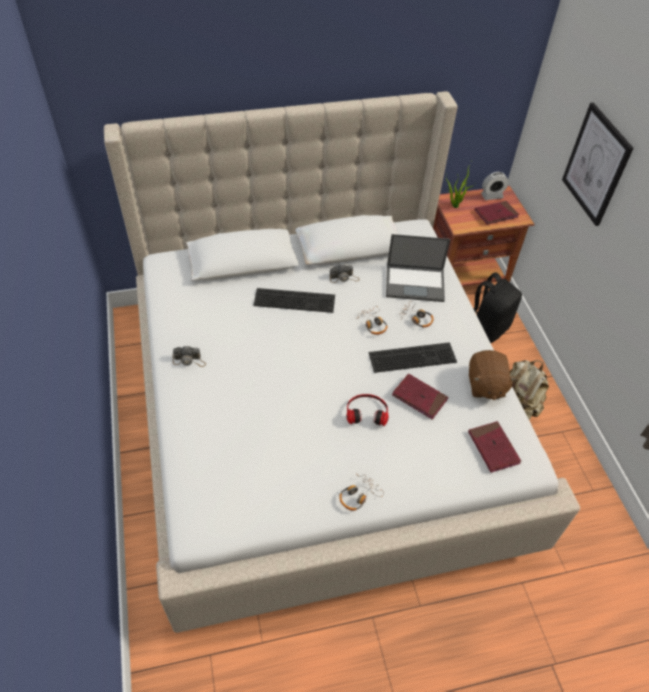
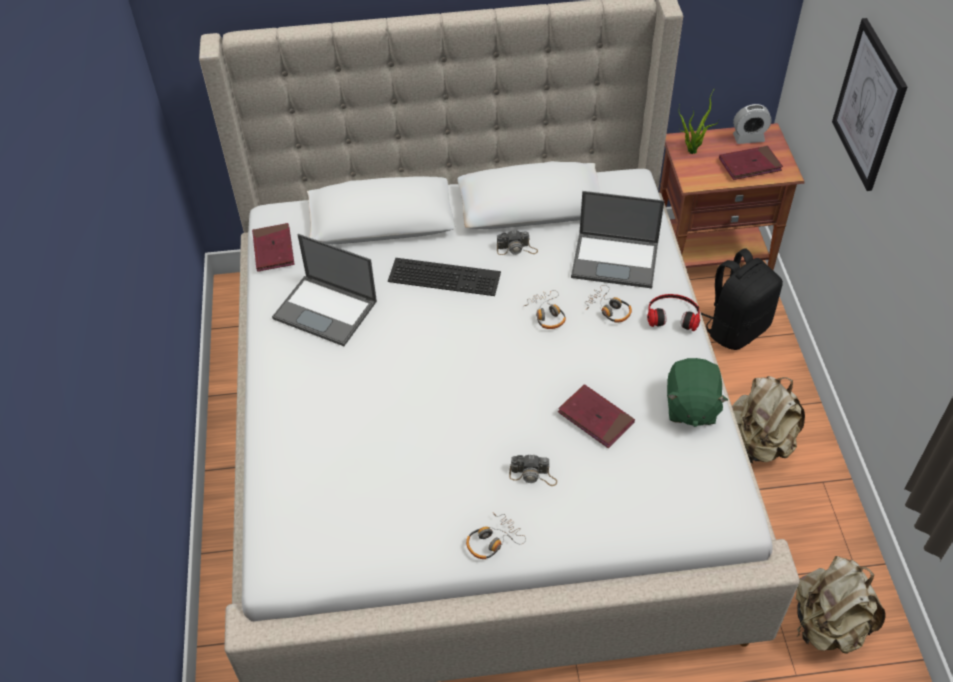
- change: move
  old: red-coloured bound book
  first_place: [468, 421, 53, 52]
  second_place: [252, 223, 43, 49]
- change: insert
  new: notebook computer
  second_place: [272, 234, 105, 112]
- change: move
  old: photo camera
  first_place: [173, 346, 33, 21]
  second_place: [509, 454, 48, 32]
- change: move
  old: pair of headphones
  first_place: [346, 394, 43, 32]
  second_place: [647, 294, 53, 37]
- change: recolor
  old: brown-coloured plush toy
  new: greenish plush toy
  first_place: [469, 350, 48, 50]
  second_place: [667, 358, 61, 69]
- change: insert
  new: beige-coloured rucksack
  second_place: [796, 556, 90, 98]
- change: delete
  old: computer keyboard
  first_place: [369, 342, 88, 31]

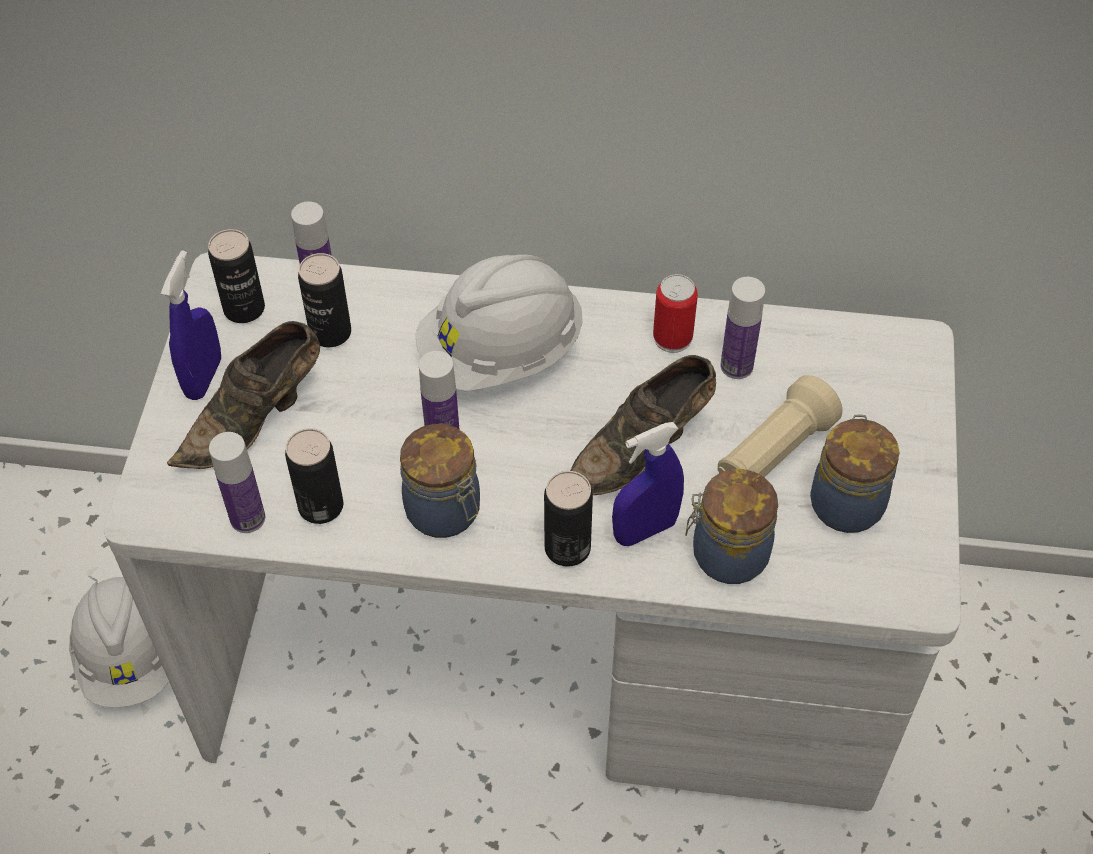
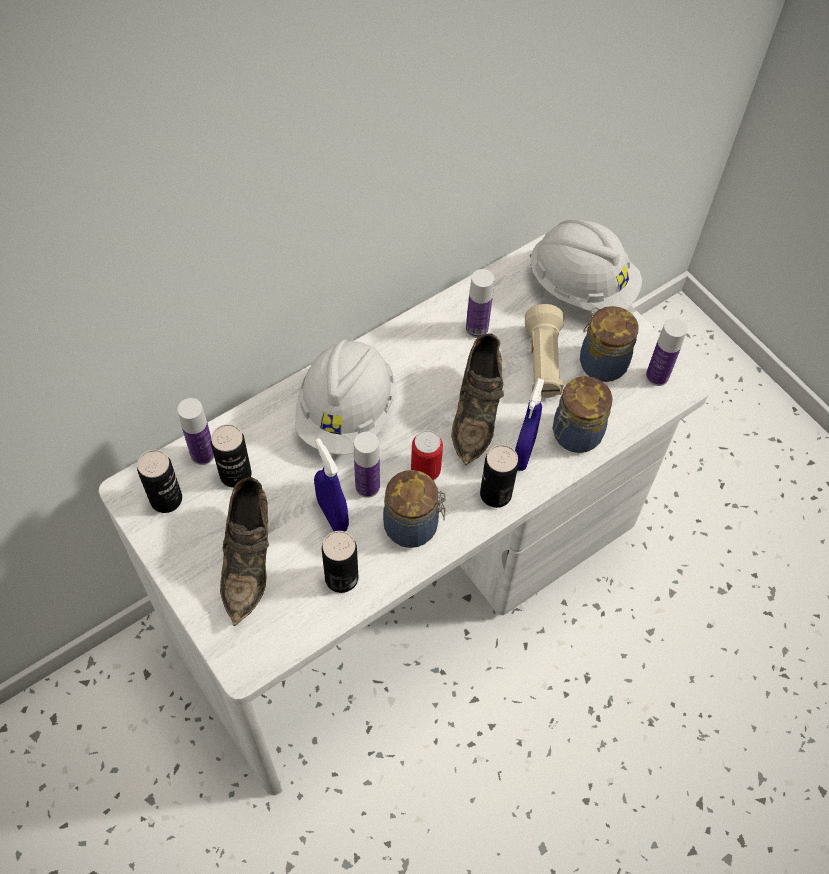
- change: move
  old: blue-coloured hand sprayer
  first_place: [161, 250, 60, 150]
  second_place: [314, 438, 35, 93]
- change: move
  old: sealed can
  first_place: [653, 274, 45, 79]
  second_place: [411, 430, 32, 51]
- change: move
  old: white-coloured work helmet
  first_place: [69, 577, 100, 131]
  second_place: [530, 219, 112, 93]
- change: move
  old: drink bottle
  first_place: [209, 432, 56, 101]
  second_place: [646, 318, 41, 68]

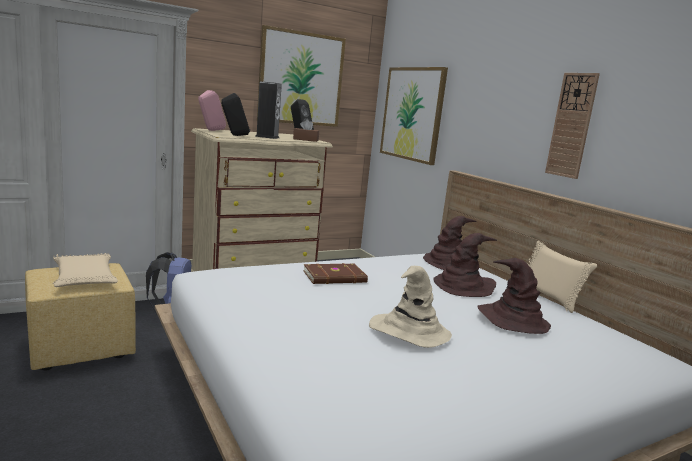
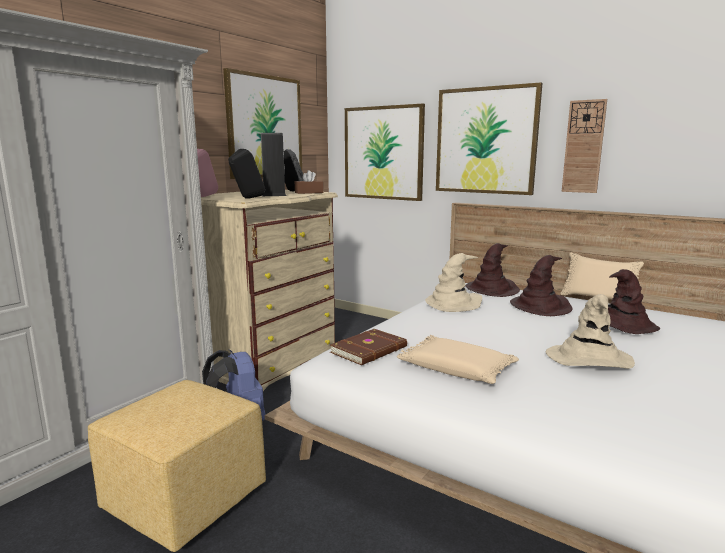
- change: move
  old: brown-coloured bound book
  first_place: [303, 263, 65, 21]
  second_place: [330, 329, 77, 36]
- change: move
  old: beige-coloured pillow
  first_place: [53, 253, 65, 34]
  second_place: [397, 335, 122, 49]
- change: insert
  new: beige-coloured clothing hat
  second_place: [425, 253, 57, 59]
- change: insert
  new: picture
  second_place: [436, 82, 107, 113]

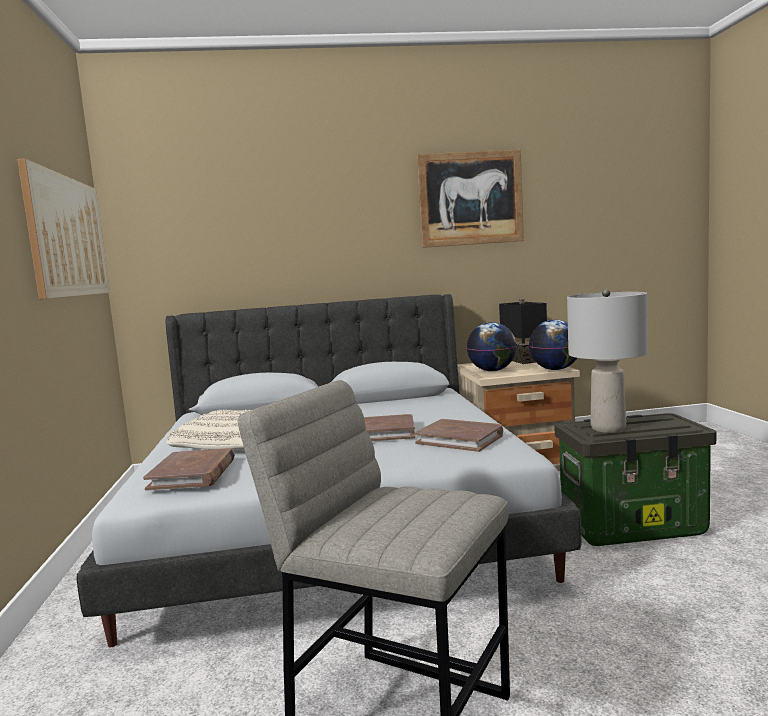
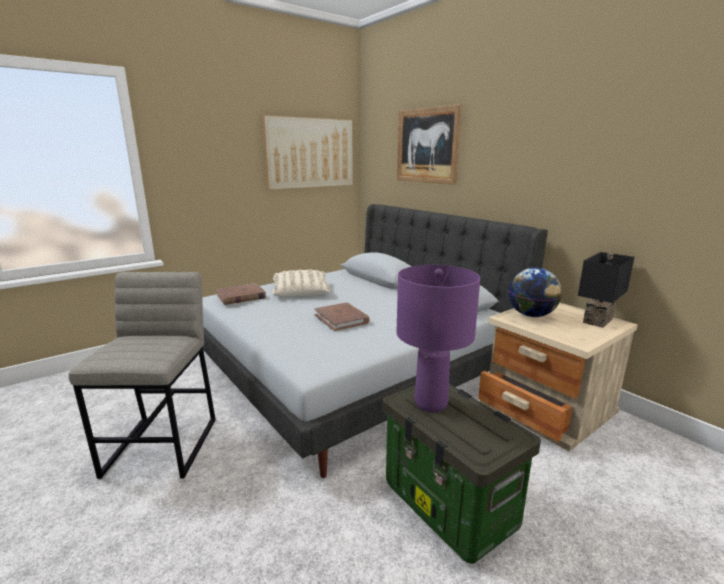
- change: recolor
  old: gray tabletop lamp
  new: purplish tabletop lamp
  first_place: [567, 289, 81, 144]
  second_place: [396, 265, 84, 148]
- change: move
  old: picture
  first_place: [416, 149, 108, 99]
  second_place: [397, 104, 65, 81]
- change: delete
  old: brown-coloured bound book
  first_place: [415, 419, 88, 33]
- change: delete
  old: desk globe
  first_place: [529, 320, 48, 50]

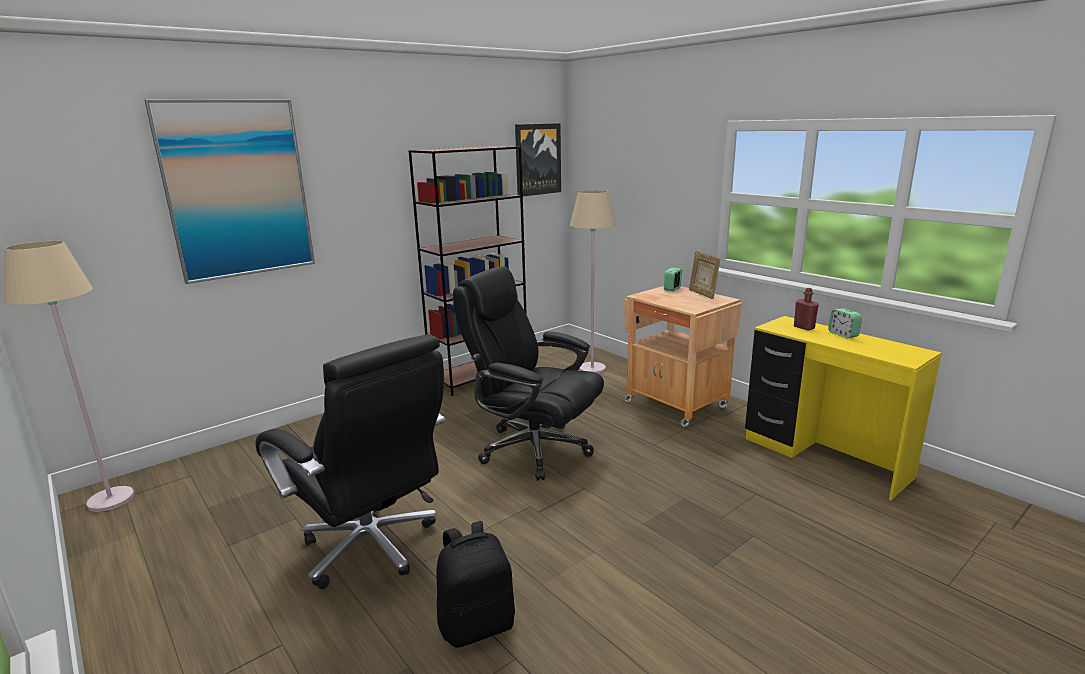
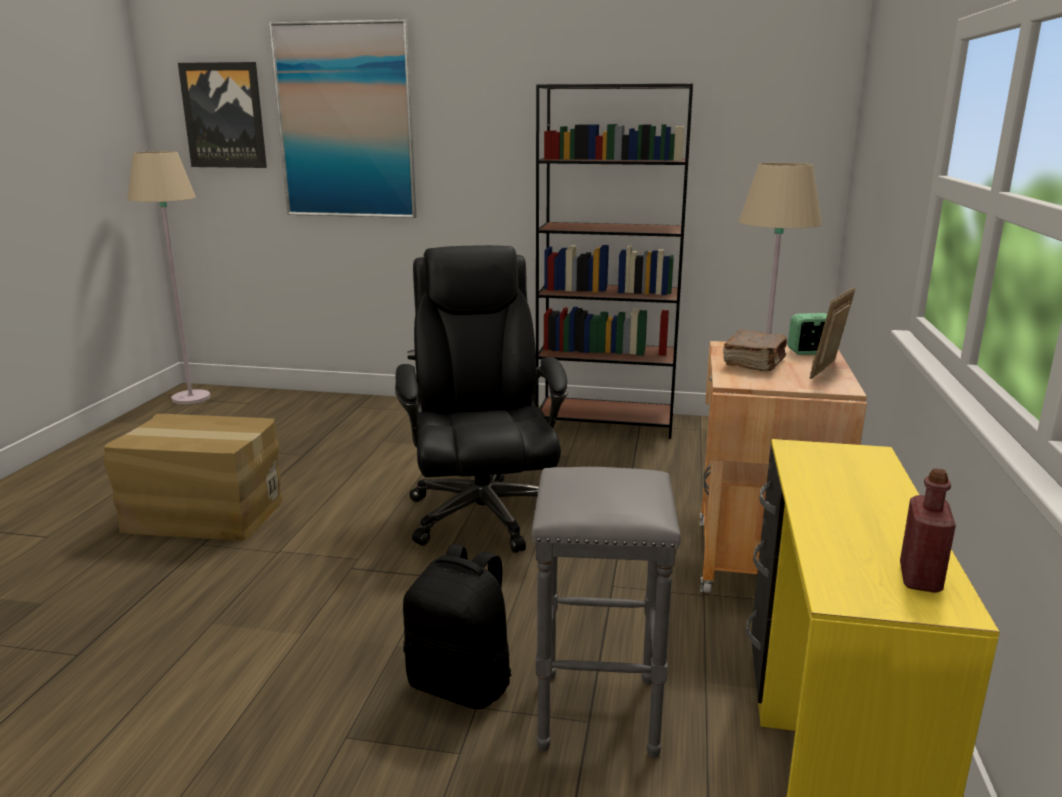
- change: replace
  old: black-coloured office chair
  new: packing box
  first_place: [255, 335, 191, 254]
  second_place: [103, 414, 180, 126]
- change: move
  old: picture
  first_place: [515, 123, 46, 73]
  second_place: [178, 62, 89, 106]
- change: move
  old: black-coloured rucksack
  first_place: [436, 521, 79, 127]
  second_place: [403, 544, 108, 165]
- change: insert
  new: gray stool seat
  second_place: [531, 467, 150, 291]
- change: insert
  new: brown-coloured bound book
  second_place: [723, 330, 64, 41]
- change: move
  old: red-coloured drink bottle
  first_place: [794, 288, 25, 42]
  second_place: [900, 468, 56, 125]
- change: delete
  old: alarm clock
  first_place: [829, 308, 33, 30]

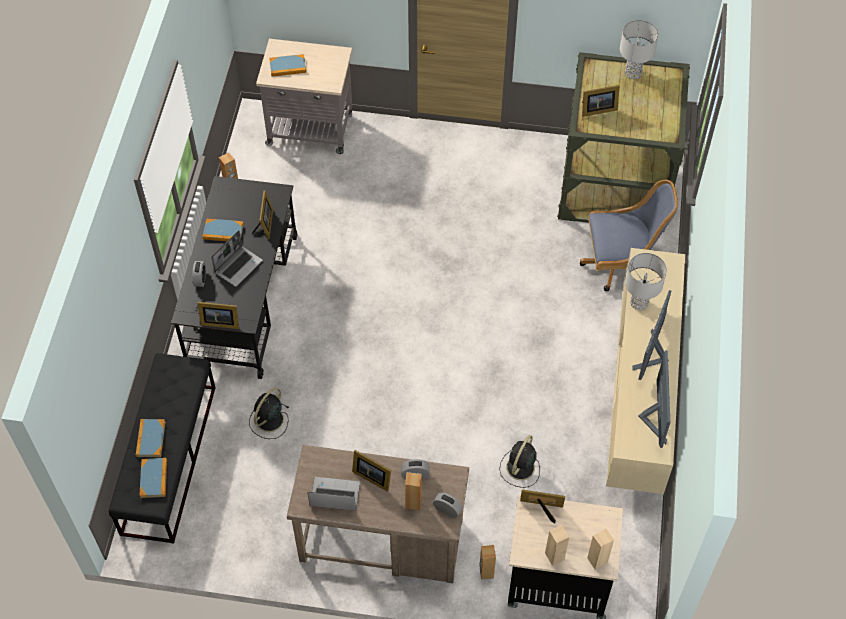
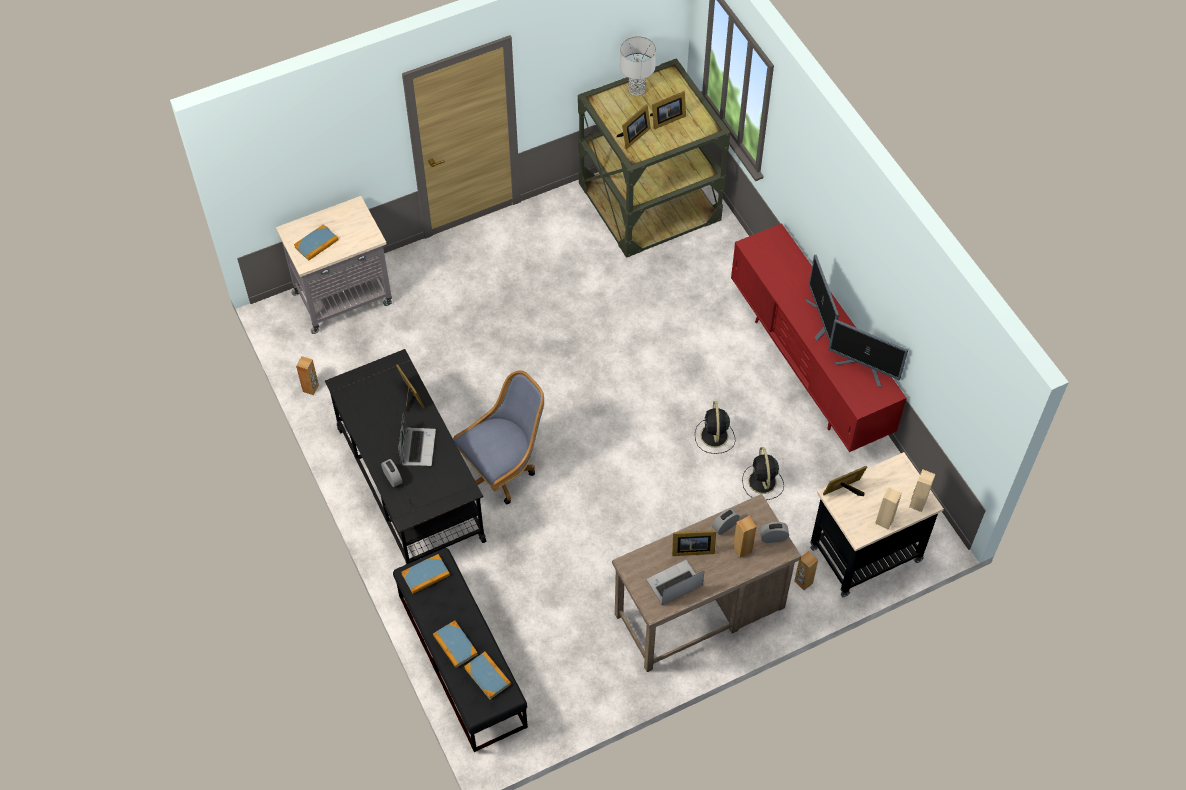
- change: move
  old: bound book
  first_place: [203, 219, 41, 22]
  second_place: [401, 554, 49, 40]
- change: move
  old: blue-coloured office chair
  first_place: [580, 180, 98, 111]
  second_place: [453, 370, 91, 134]
- change: move
  old: picture frame
  first_place: [198, 302, 41, 27]
  second_place: [650, 91, 36, 38]
- change: move
  old: black-coloured electric fan
  first_place: [249, 388, 40, 51]
  second_place: [695, 401, 40, 53]
- change: recolor
  old: beige-coloured storage cabinet
  new: red-coloured storage cabinet
  first_place: [606, 248, 79, 246]
  second_place: [731, 223, 176, 229]
- change: rotate
  old: monitor
  first_place: [638, 351, 32, 97]
  second_place: [828, 319, 80, 68]
  degrees: 150
- change: delete
  old: white-coloured tabletop lamp
  first_place: [625, 253, 42, 57]

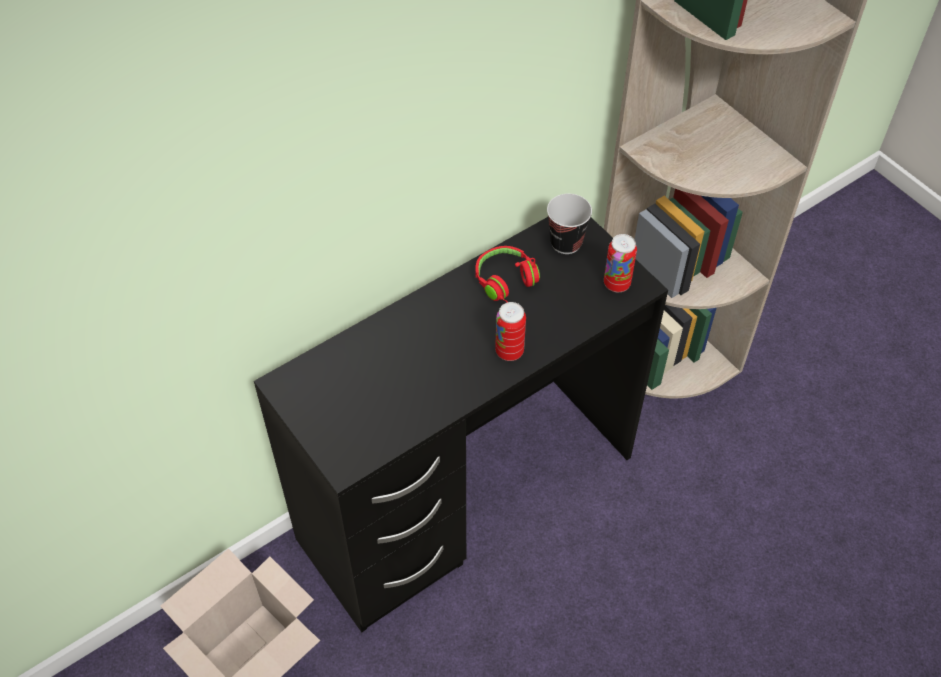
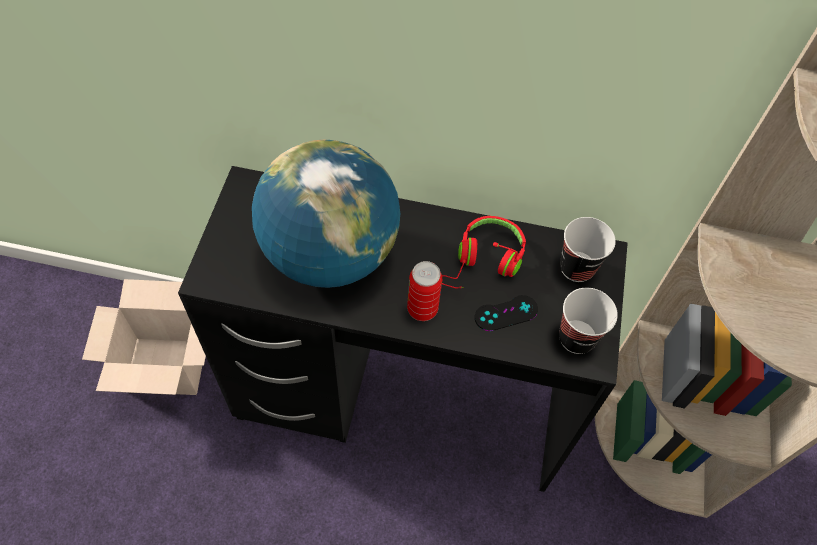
- change: insert
  new: desk globe
  second_place: [252, 139, 148, 149]
- change: insert
  new: black-coloured gamepad
  second_place: [475, 295, 63, 36]
- change: replace
  old: sealed can
  new: cup
  first_place: [604, 234, 33, 58]
  second_place: [559, 288, 59, 66]

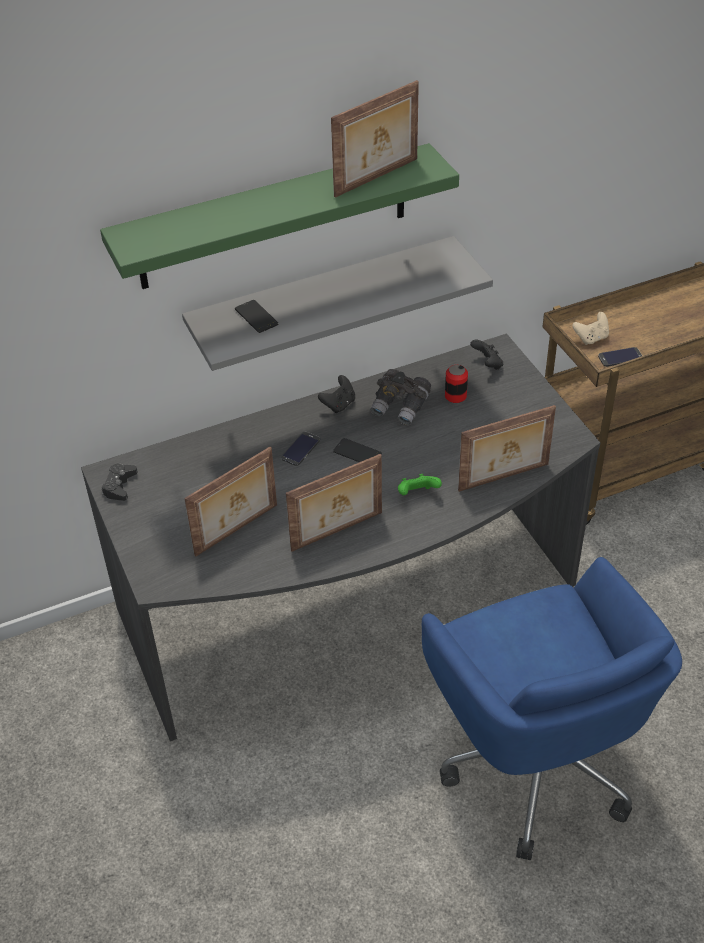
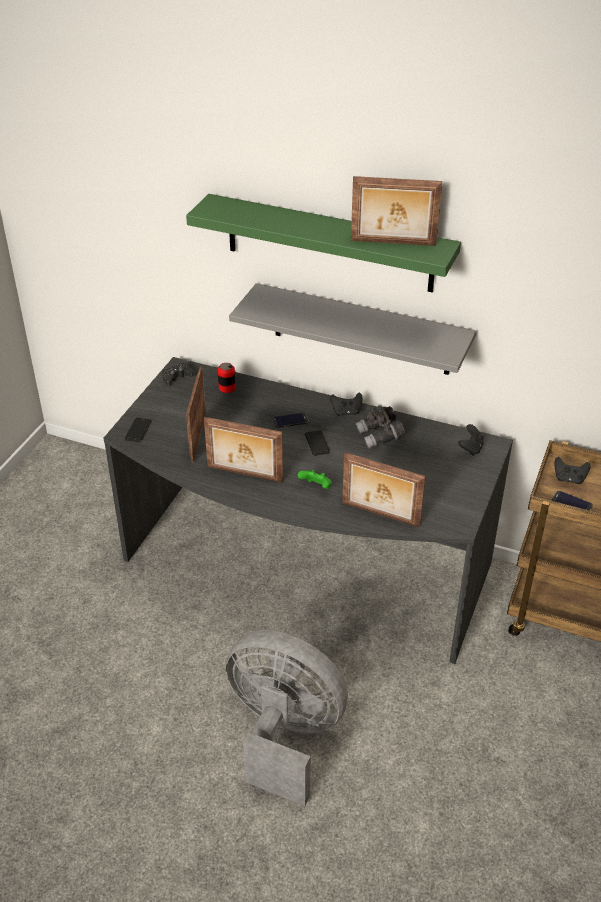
- change: move
  old: phone
  first_place: [235, 300, 43, 33]
  second_place: [125, 418, 27, 24]
- change: rotate
  old: picture frame
  first_place: [184, 447, 93, 110]
  second_place: [186, 366, 20, 97]
  degrees: 90
- change: move
  old: sealed can
  first_place: [445, 365, 23, 38]
  second_place: [218, 363, 18, 30]
- change: replace
  old: blue-coloured office chair
  new: gray electric fan
  first_place: [422, 557, 260, 303]
  second_place: [226, 630, 122, 176]
- change: recolor
  old: beige-coloured gamepad
  new: black-coloured gamepad
  first_place: [572, 312, 37, 33]
  second_place: [554, 457, 36, 27]

